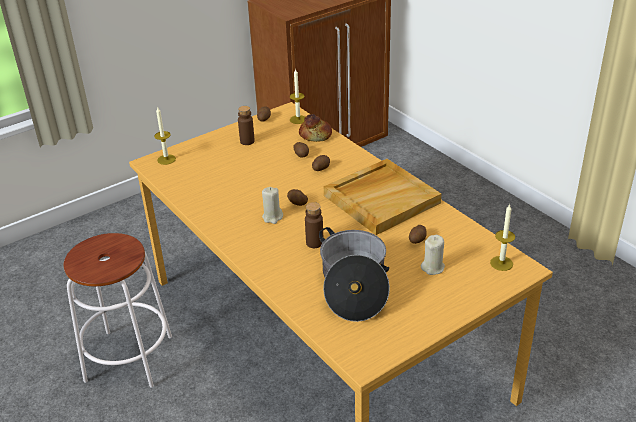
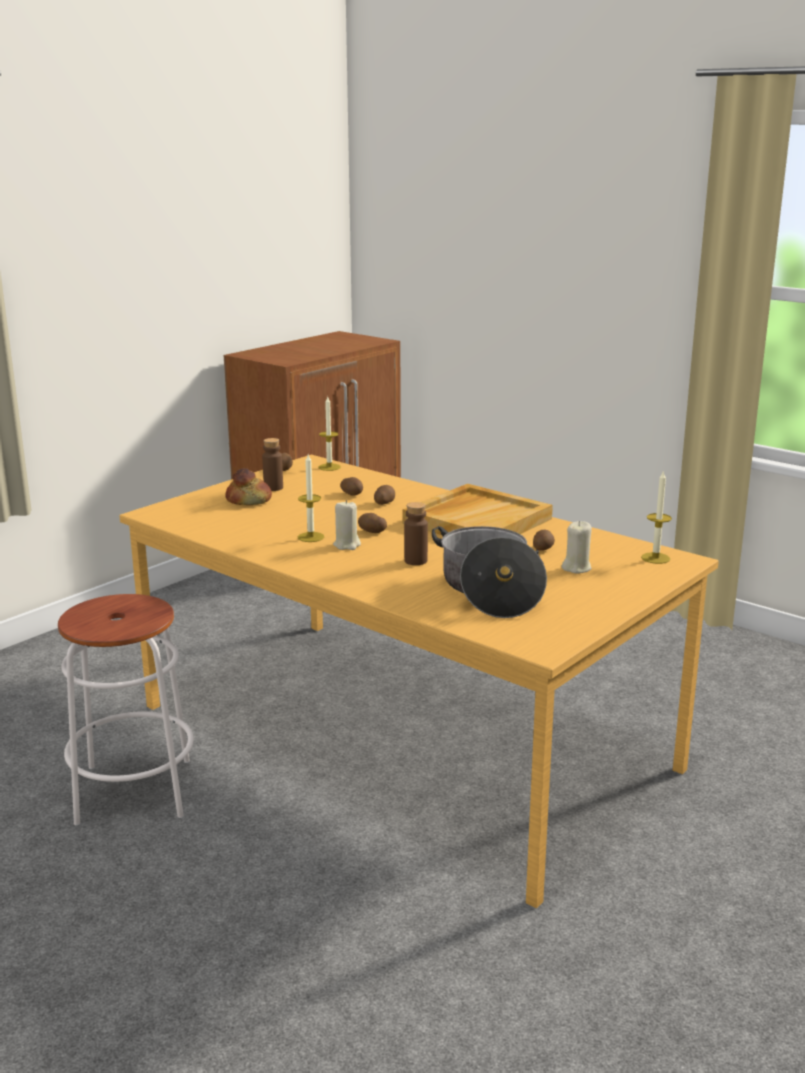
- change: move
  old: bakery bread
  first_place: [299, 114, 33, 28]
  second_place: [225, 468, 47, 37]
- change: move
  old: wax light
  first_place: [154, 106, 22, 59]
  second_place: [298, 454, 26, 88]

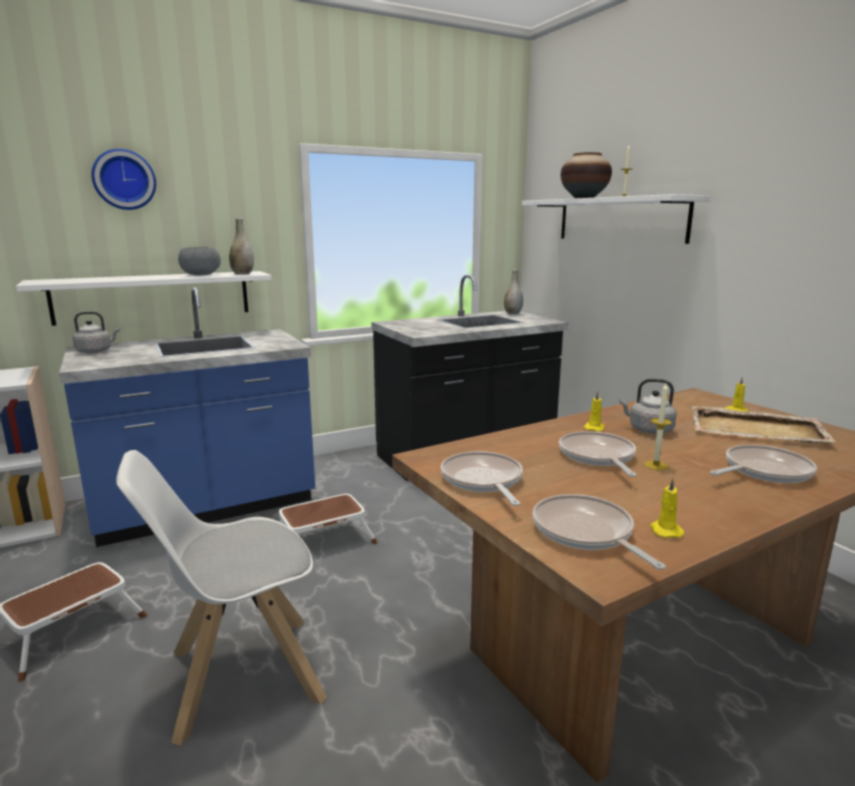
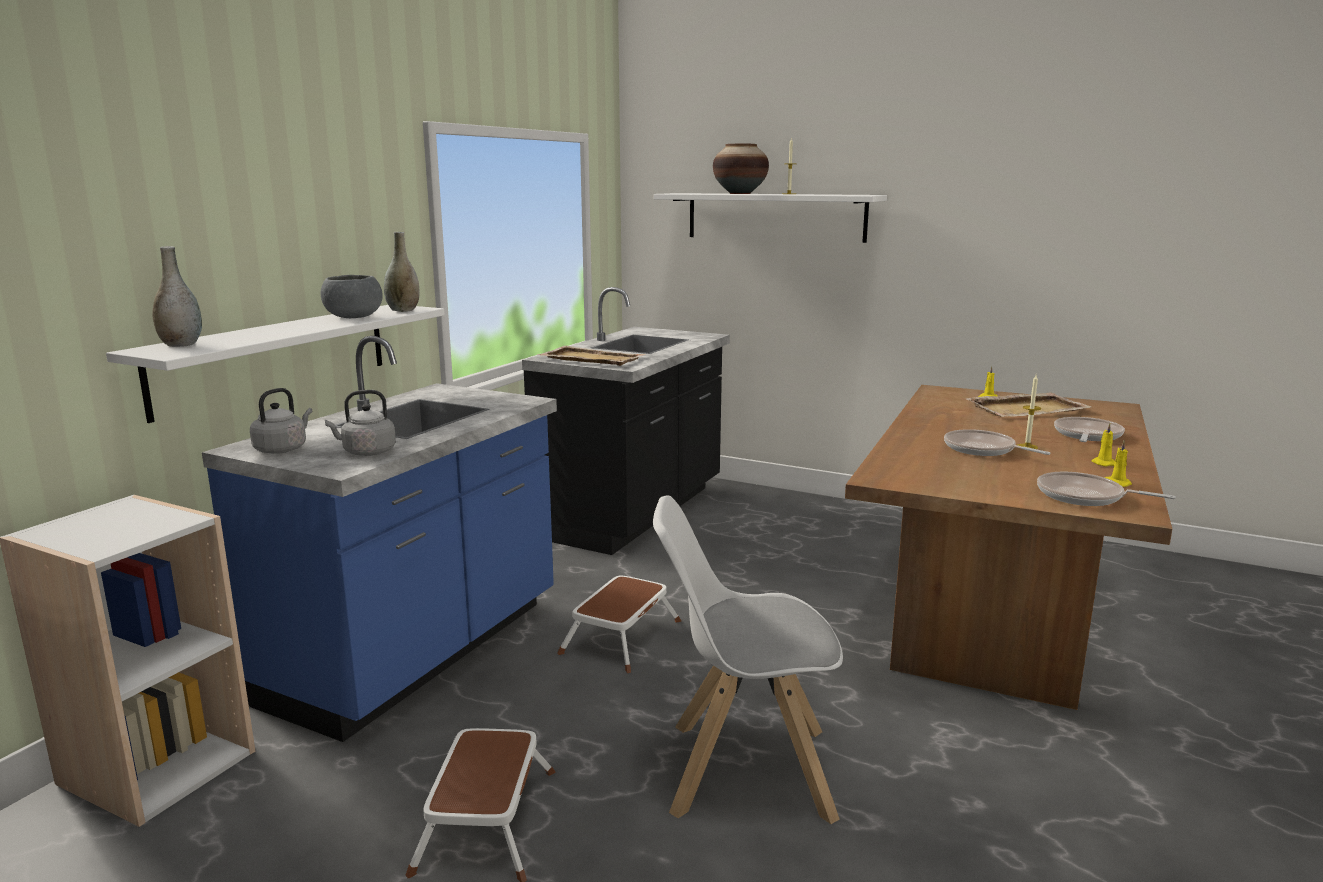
- change: move
  old: gray flower vase
  first_place: [504, 270, 19, 44]
  second_place: [152, 246, 50, 101]
- change: move
  old: gray tea kettle
  first_place: [619, 379, 58, 55]
  second_place: [325, 390, 71, 66]
- change: insert
  new: beige-coloured tray
  second_place: [537, 346, 109, 20]
- change: rotate
  old: upright chair
  first_place: [116, 450, 211, 296]
  second_place: [653, 496, 190, 328]
  degrees: 60
- change: move
  old: yellowish wax light
  first_place: [584, 391, 21, 40]
  second_place: [1092, 423, 23, 44]
- change: delete
  old: hanging clock
  first_place: [91, 149, 65, 61]
- change: delete
  old: frying pan
  first_place: [441, 451, 82, 55]

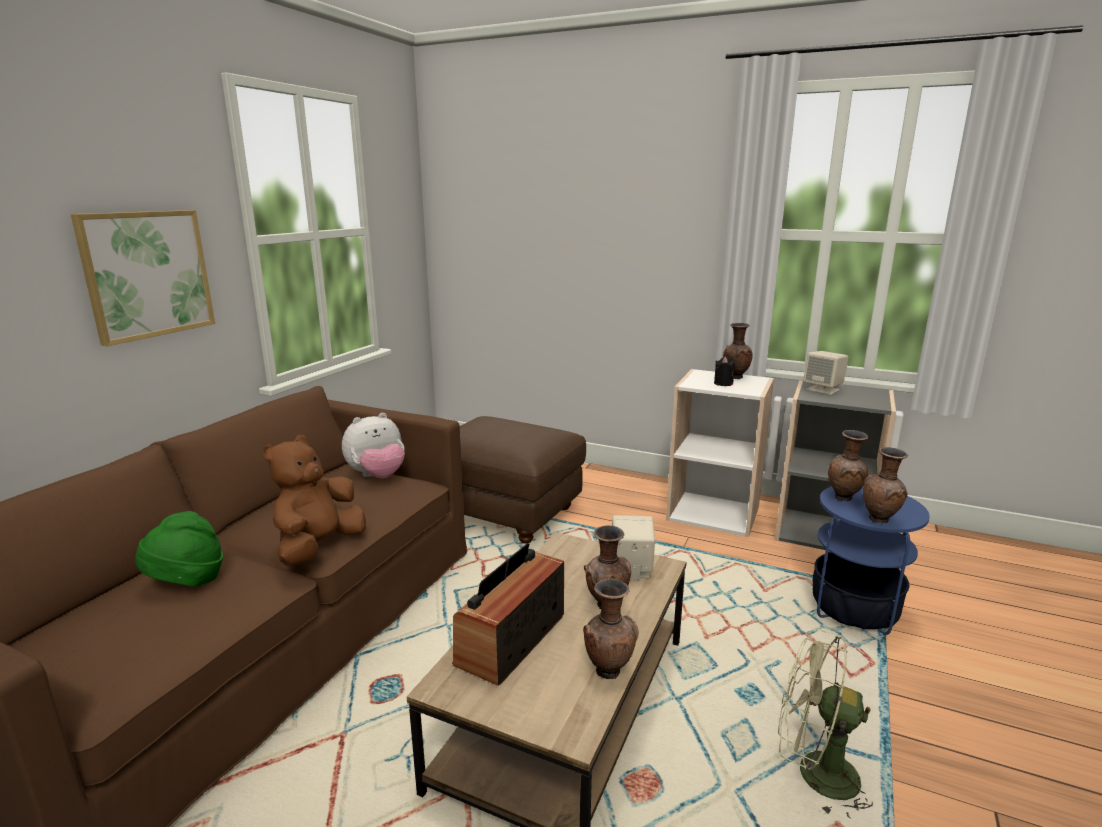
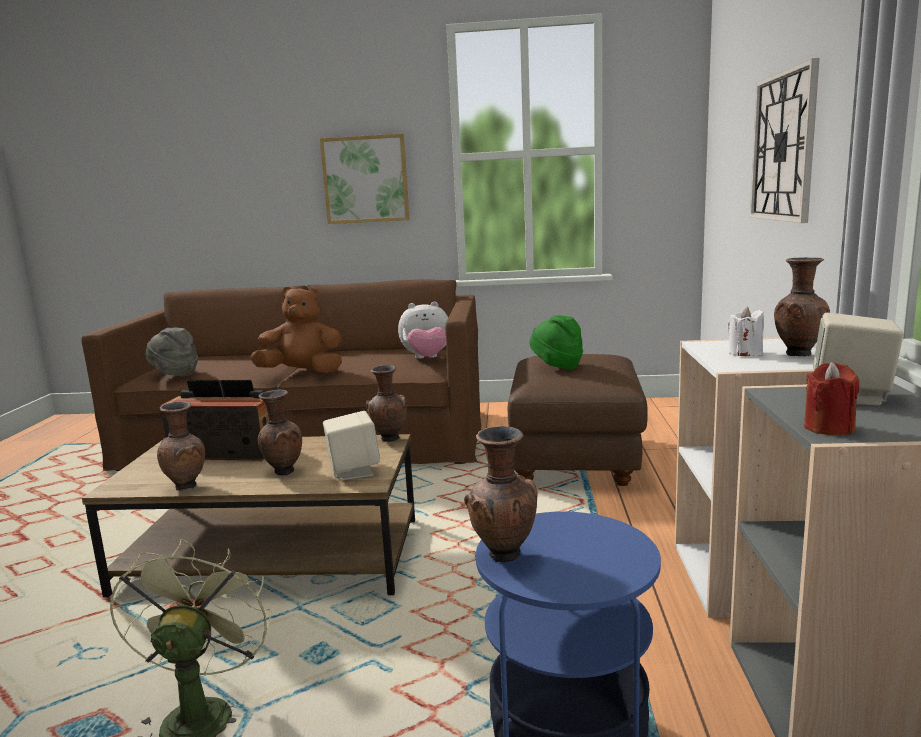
- change: insert
  new: gray clothing hat
  second_place: [146, 328, 52, 48]
- change: move
  old: brown-coloured flower vase
  first_place: [828, 430, 40, 72]
  second_place: [366, 365, 41, 77]
- change: rotate
  old: plush toy
  first_place: [342, 413, 63, 66]
  second_place: [398, 301, 50, 58]
  degrees: -45
- change: move
  old: greenish clothing hat
  first_place: [135, 511, 88, 76]
  second_place: [529, 315, 54, 55]
- change: recolor
  old: black-coloured wax light
  new: white-coloured wax light
  first_place: [714, 357, 21, 29]
  second_place: [728, 307, 36, 49]
- change: insert
  new: hanging clock
  second_place: [750, 58, 70, 165]
- change: insert
  new: red-coloured wax light
  second_place: [804, 362, 55, 73]

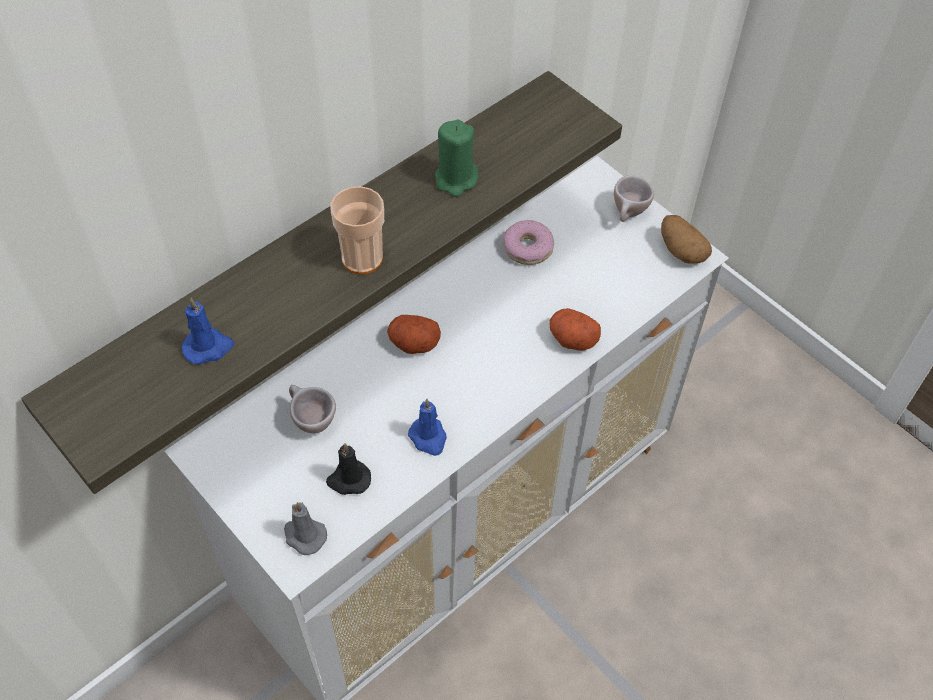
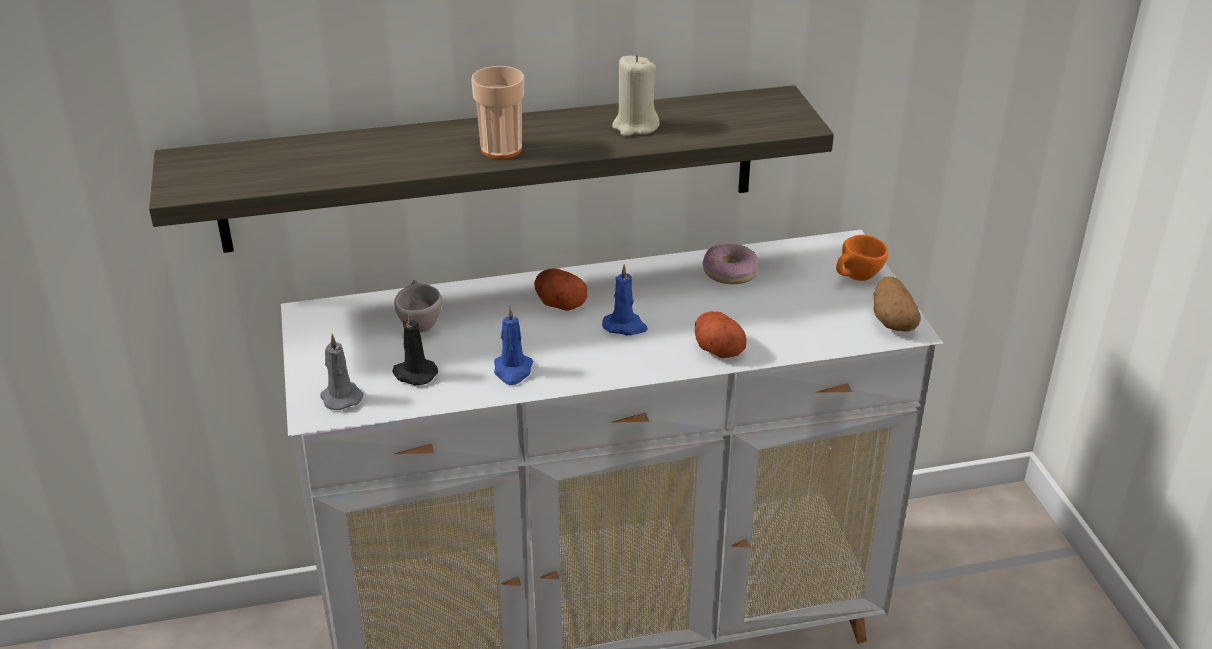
- change: move
  old: blue-coloured wax light
  first_place: [182, 298, 52, 67]
  second_place: [602, 264, 46, 71]
- change: recolor
  old: greenish wax light
  new: beige-coloured wax light
  first_place: [435, 120, 44, 77]
  second_place: [612, 55, 48, 81]
- change: recolor
  old: beige-coloured cup
  new: orange-coloured cup
  first_place: [614, 176, 40, 46]
  second_place: [836, 235, 52, 46]

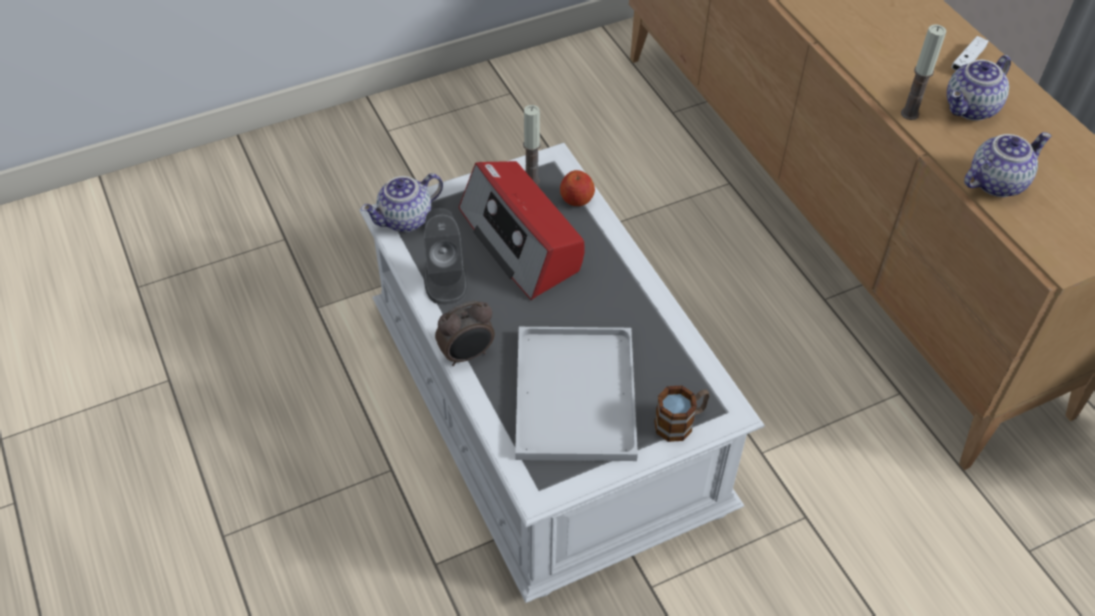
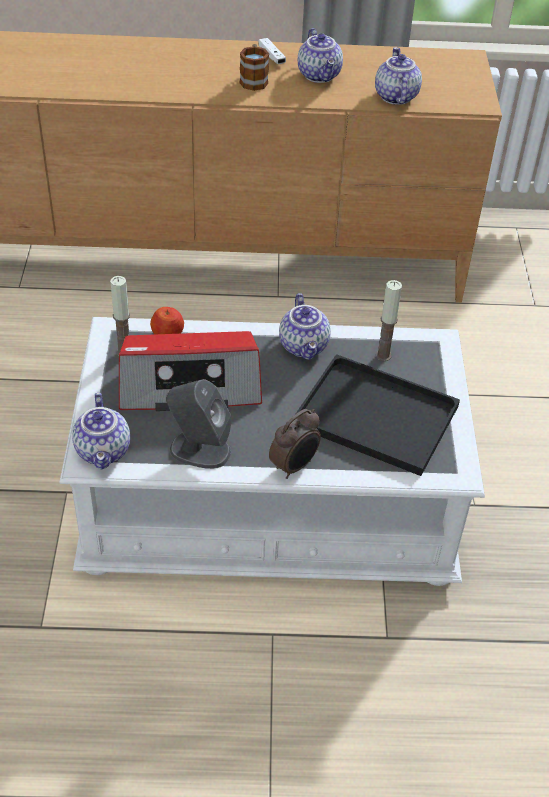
- change: move
  old: tea mug
  first_place: [654, 385, 56, 57]
  second_place: [239, 44, 30, 47]
- change: rotate
  old: alarm clock
  first_place: [435, 301, 60, 65]
  second_place: [269, 409, 52, 70]
  degrees: 45
- change: insert
  new: pot for tea
  second_place: [279, 293, 52, 67]
- change: recolor
  old: white-coloured tray
  new: black-coloured tray
  first_place: [515, 327, 123, 134]
  second_place: [296, 354, 164, 122]
- change: move
  old: wax light
  first_place: [901, 25, 46, 95]
  second_place: [376, 280, 26, 81]

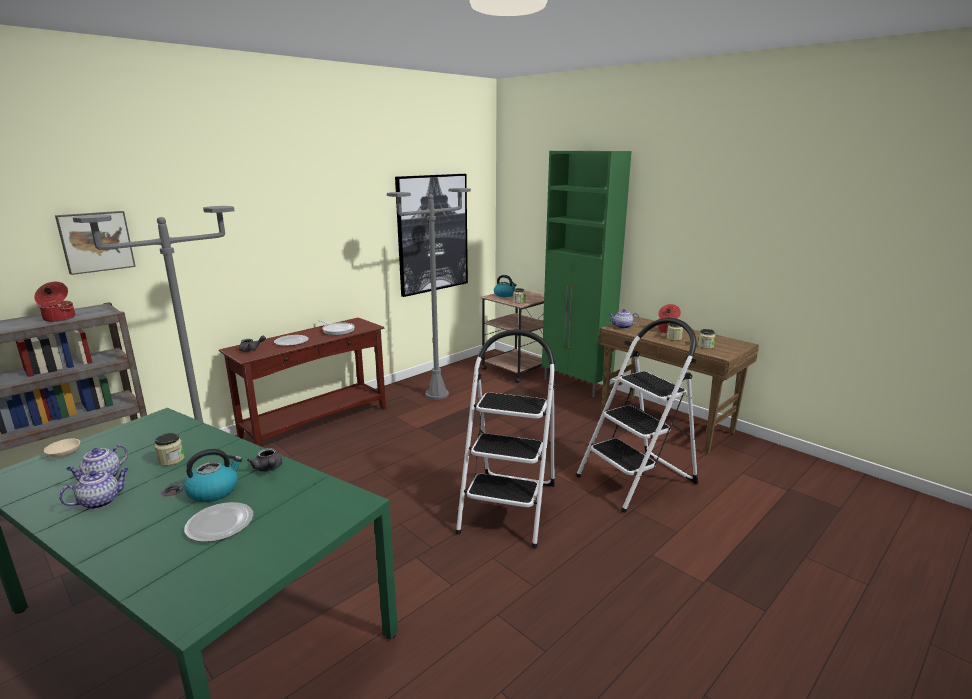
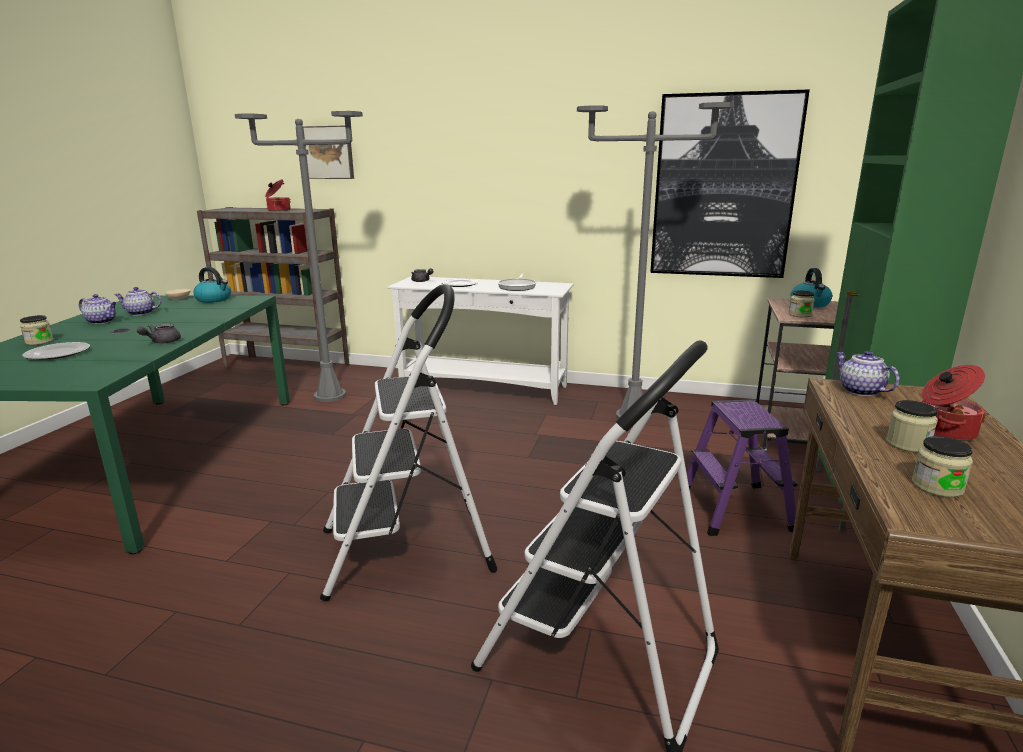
- change: move
  old: preserve jar
  first_place: [155, 433, 29, 33]
  second_place: [20, 315, 34, 30]
- change: move
  old: tea kettle
  first_place: [184, 449, 58, 53]
  second_place: [193, 267, 38, 36]
- change: recolor
  old: brown-coloured narrow table
  new: white-coloured narrow table
  first_place: [219, 317, 167, 130]
  second_place: [387, 276, 187, 129]
- change: insert
  new: purplish step ladder
  second_place: [680, 399, 118, 137]

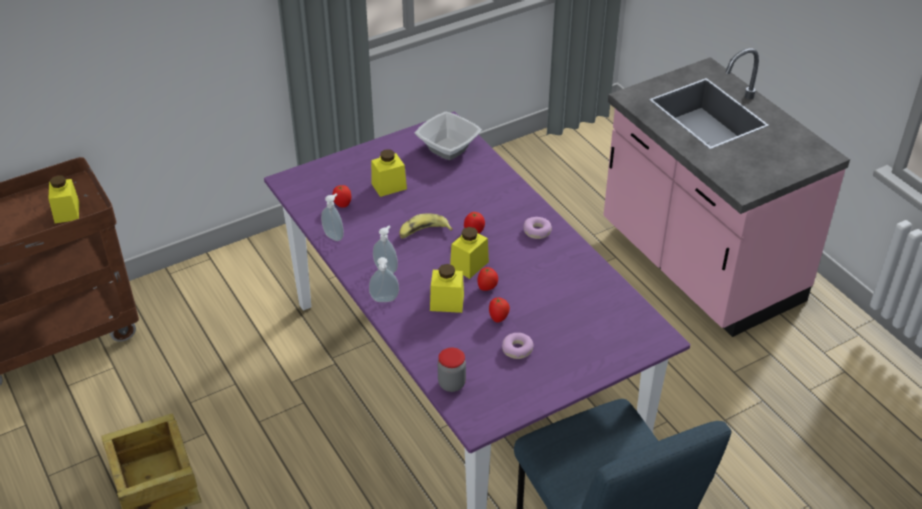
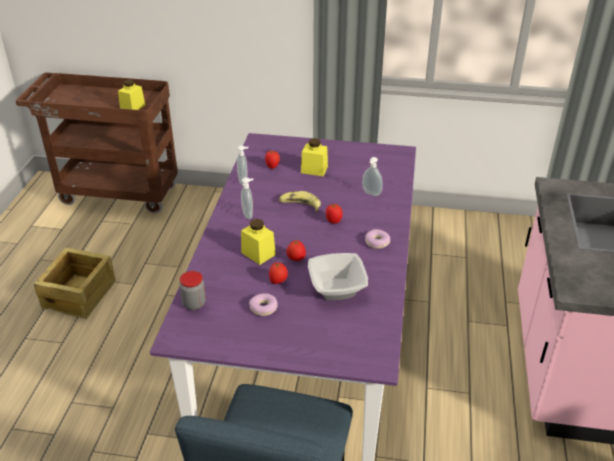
- change: move
  old: bowl
  first_place: [415, 112, 67, 48]
  second_place: [308, 253, 60, 47]
- change: move
  old: soap bottle
  first_place: [369, 257, 30, 45]
  second_place: [362, 157, 21, 39]
- change: delete
  old: yellowish preserve jar
  first_place: [450, 227, 39, 52]

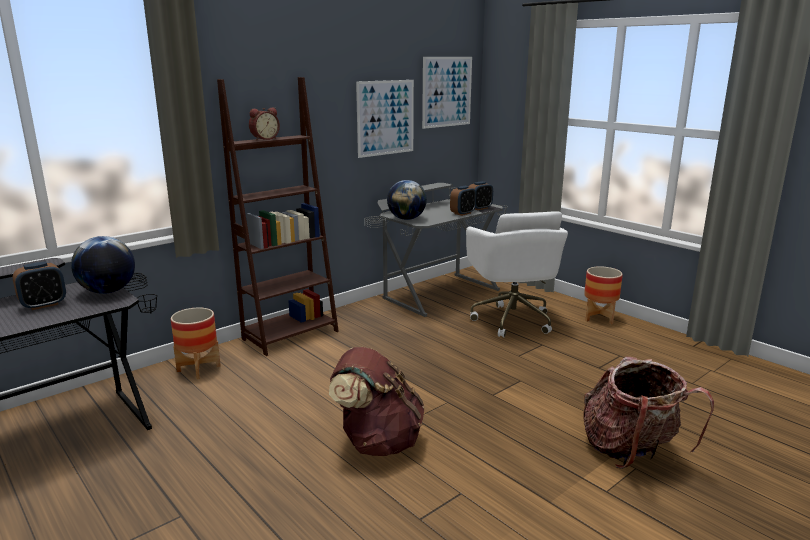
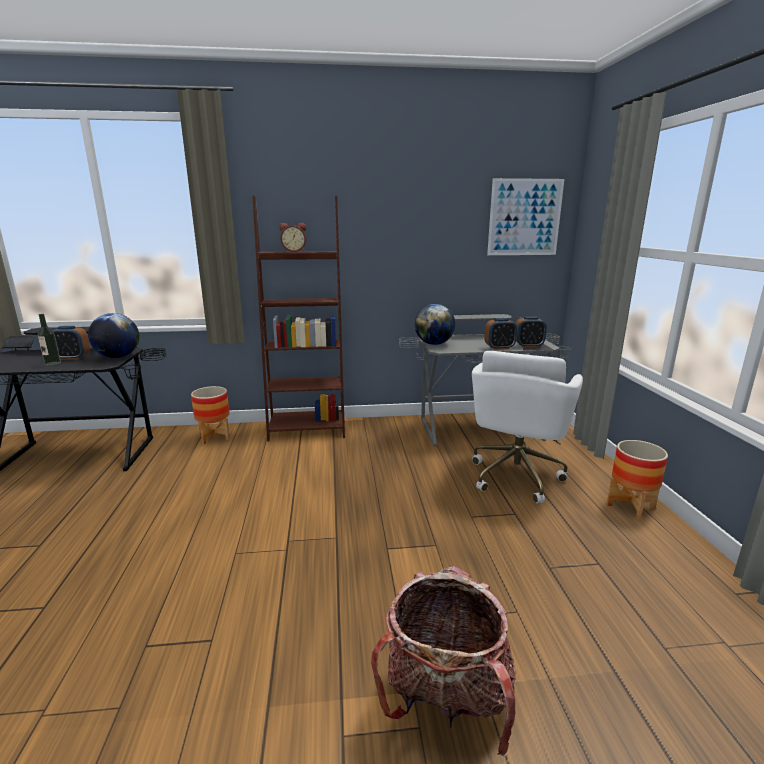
- change: insert
  new: drink bottle
  second_place: [38, 314, 23, 52]
- change: delete
  old: brown-coloured rucksack
  first_place: [329, 347, 96, 109]
- change: delete
  old: picture
  first_place: [356, 80, 58, 78]

